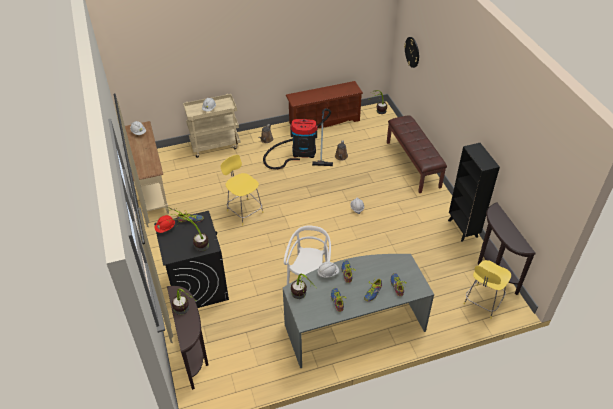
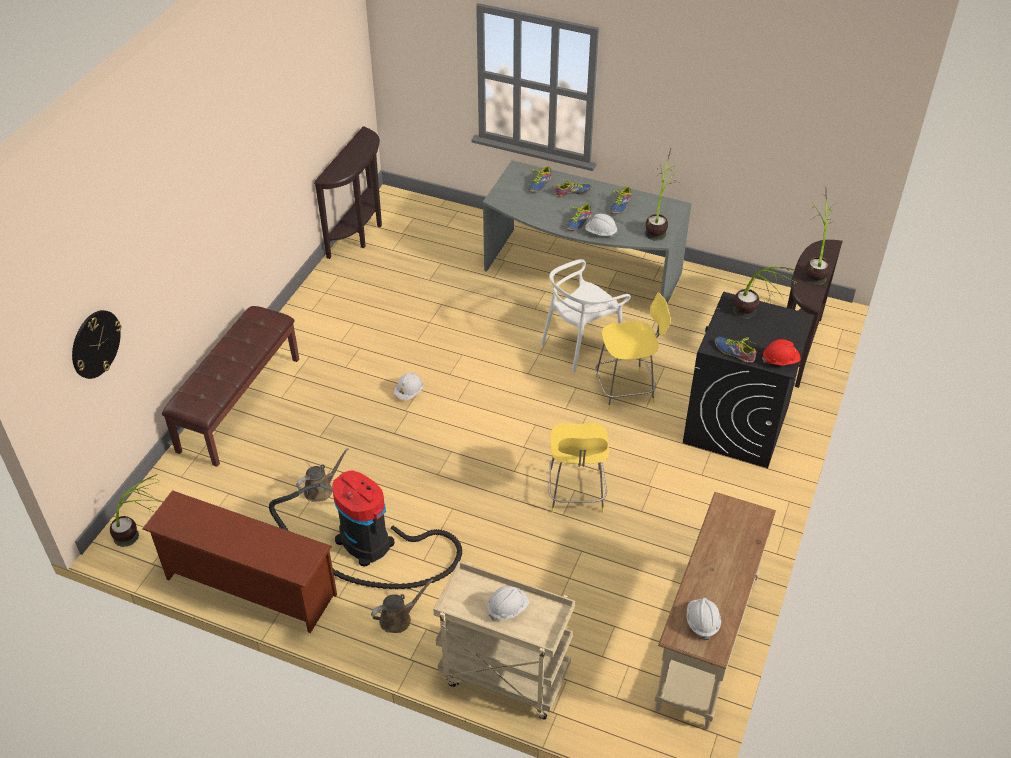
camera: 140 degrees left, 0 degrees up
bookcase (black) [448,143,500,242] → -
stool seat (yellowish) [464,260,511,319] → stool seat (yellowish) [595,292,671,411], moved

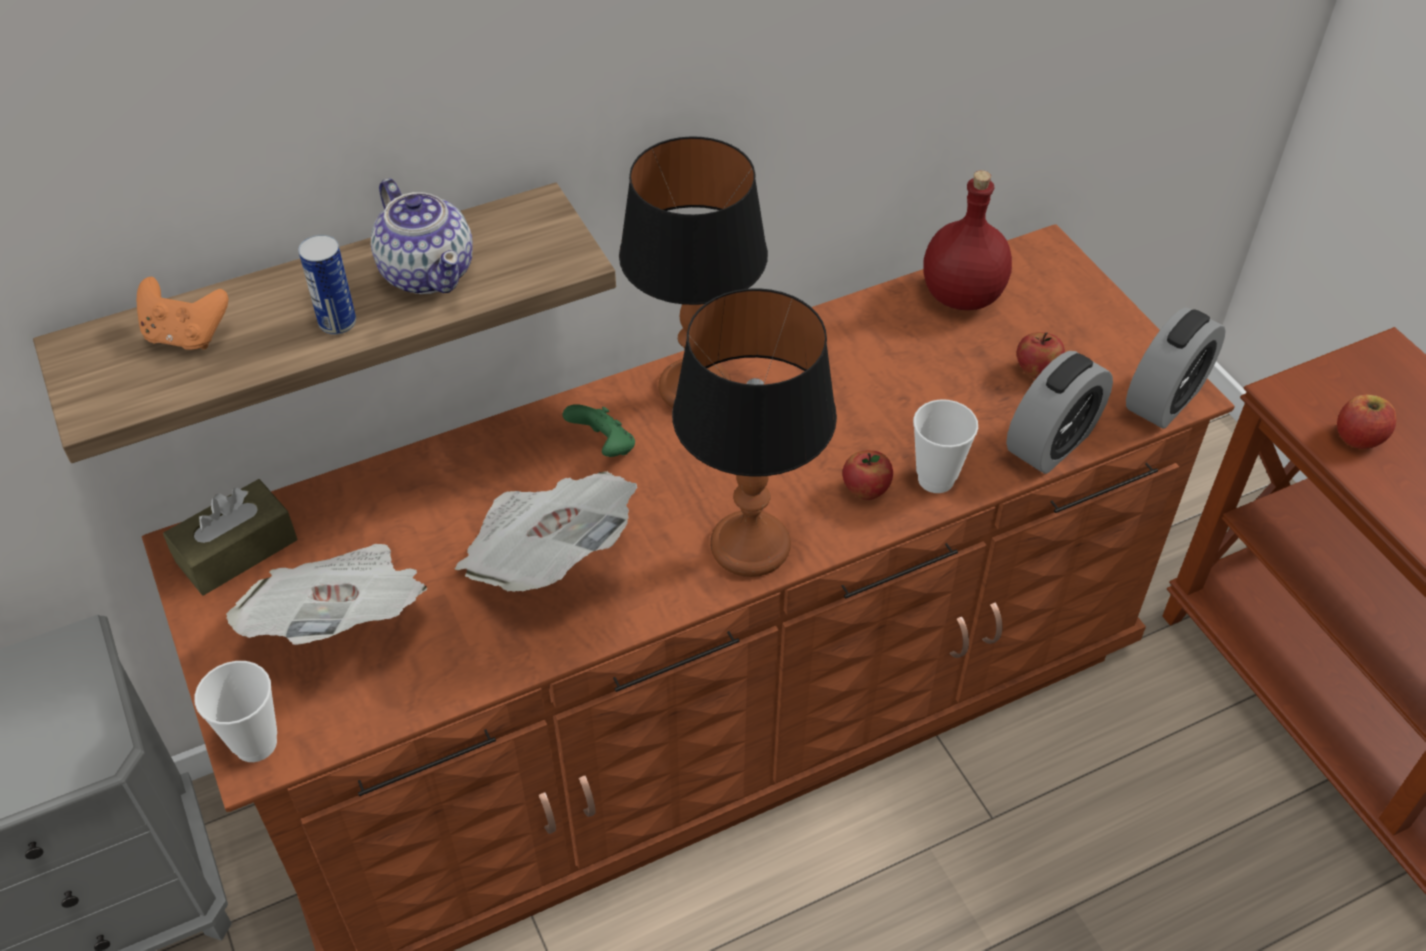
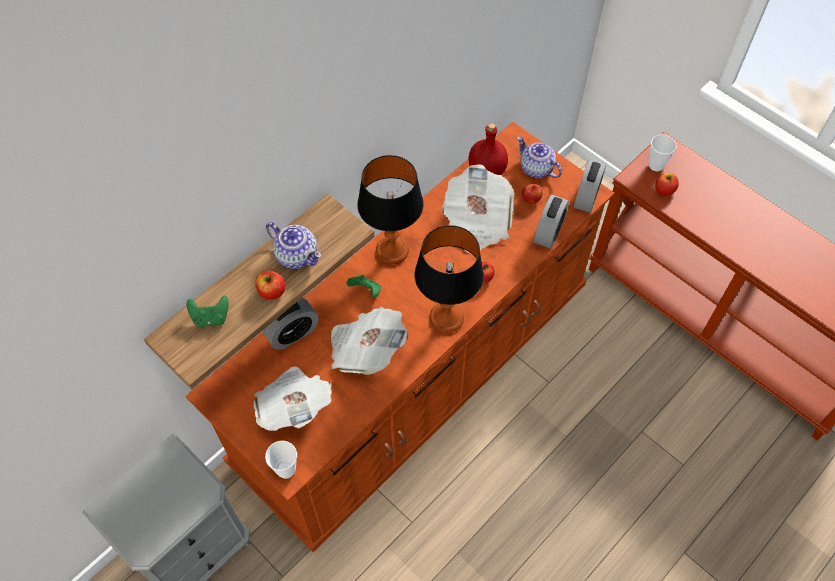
camera: 20 degrees left, 10 degrees up
tissue box (brown-coloured) [163,479,297,595] → -
- → bedside clock [262,298,319,350]
- → printed paper [442,164,515,253]
- → pot for tea [517,136,562,178]
cup [913,399,978,493] → cup [649,135,677,171], moved
sealed can [298,235,356,335] → whole apple [255,271,285,300]
game controller (orange) [137,277,228,350] → game controller (greenish) [186,296,229,327]

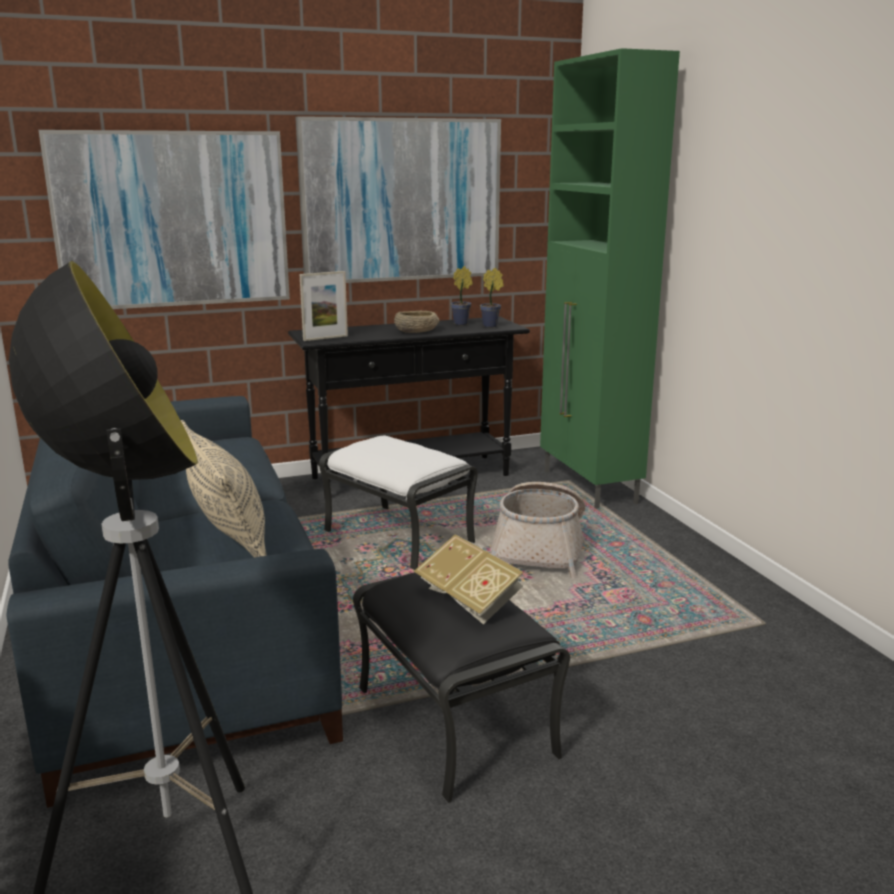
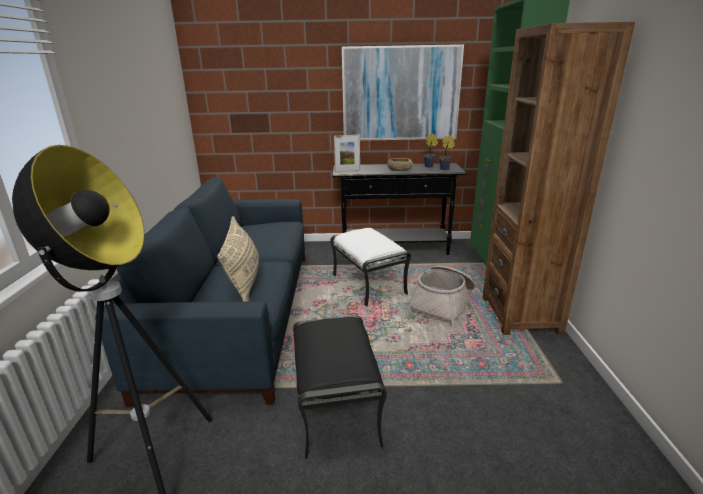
camera: 20 degrees right, 5 degrees up
wall picture [38,130,290,309] → -
volume [414,534,524,625] → -
- → bookcase (brown-coloured) [482,22,635,335]

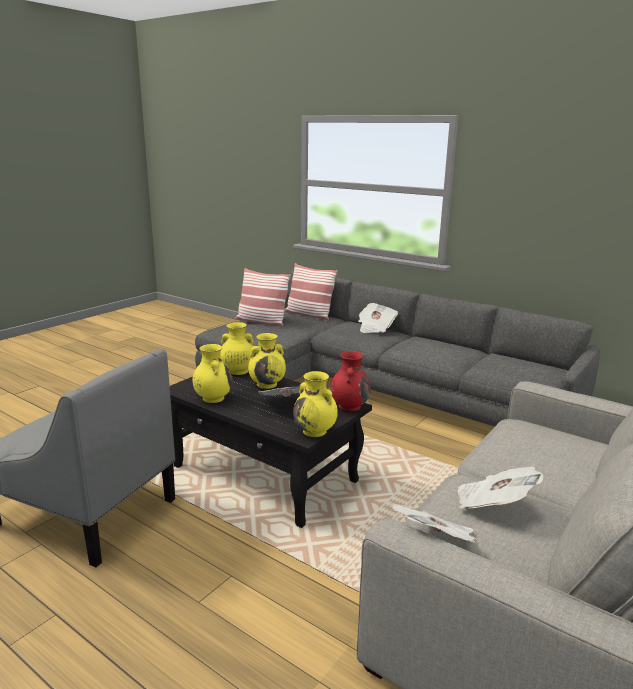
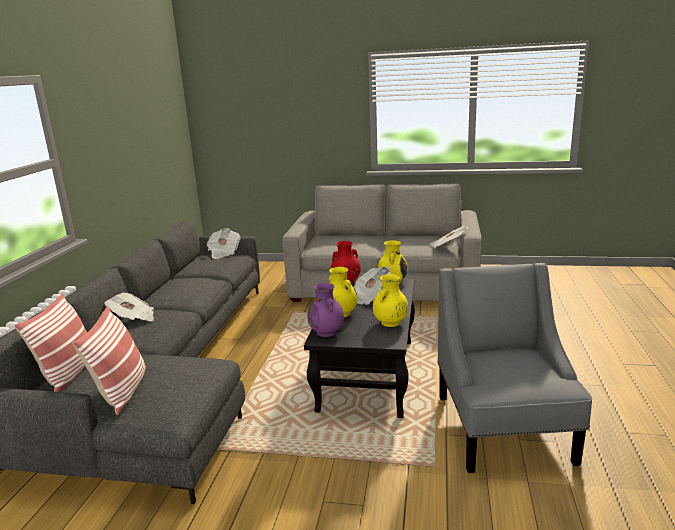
camera: 115 degrees left, 0 degrees up
printed paper [458,467,543,509] → printed paper [207,228,241,259], moved
vase (yellowish) [220,322,254,375] → vase (purple) [307,283,344,337]

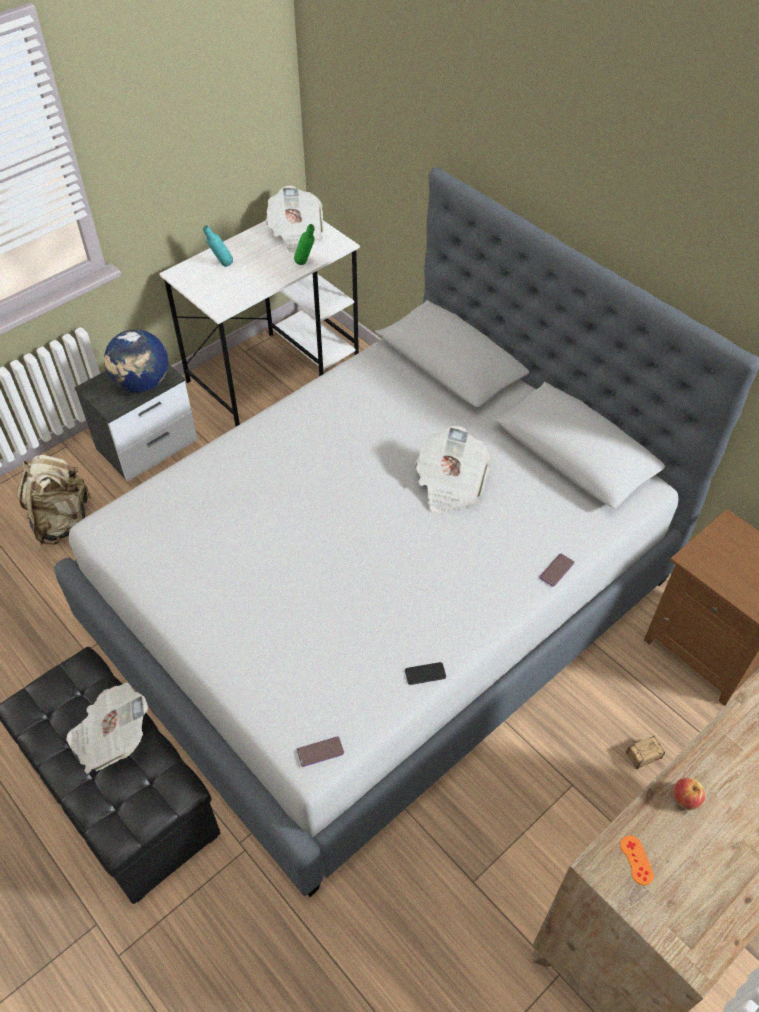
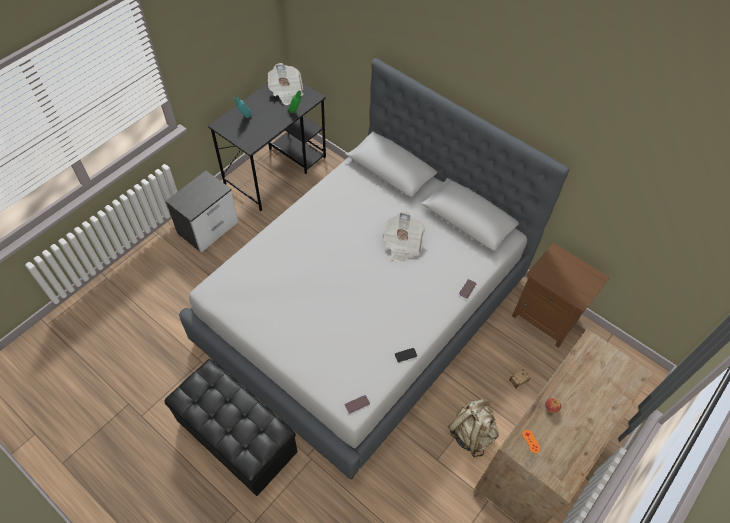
camera: 10 degrees left, 5 degrees up
printed paper [66,683,148,774] → -
world globe [104,329,168,392] → -
backpack (beige-coloured) [17,455,92,545] → backpack (beige-coloured) [447,399,499,457], moved
desk unit (white-coloured) [159,220,360,427] → desk unit (black) [208,83,326,212]

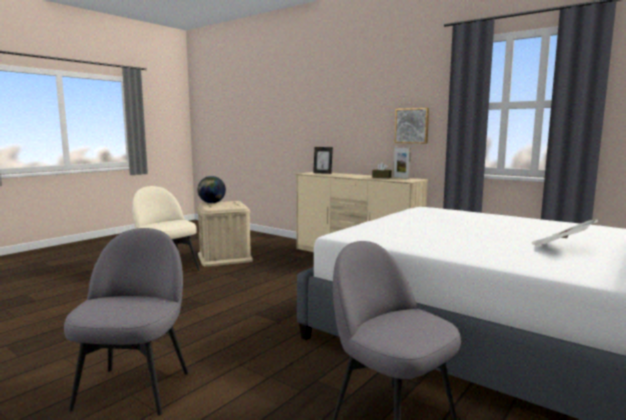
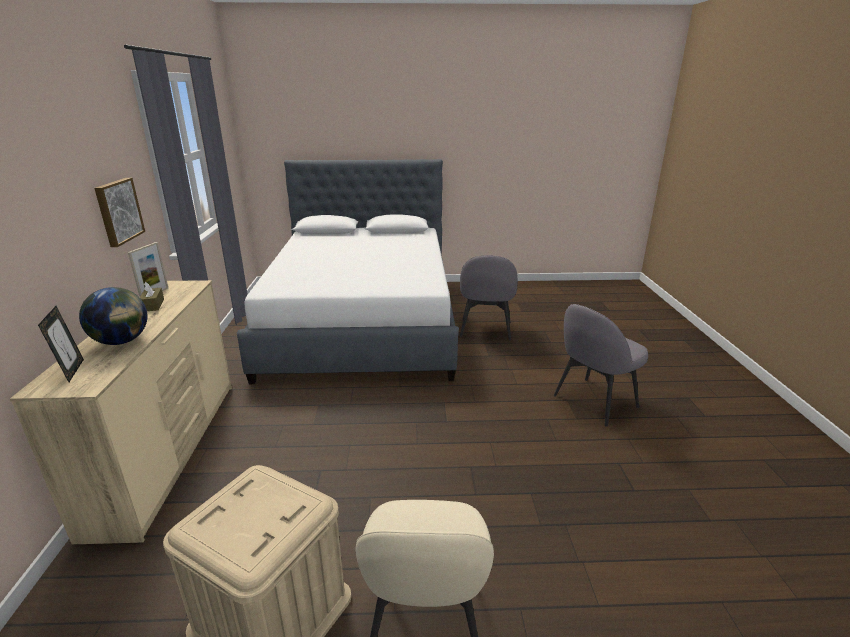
camera: 130 degrees left, 15 degrees up
printed paper [531,220,598,247] → -
world globe [198,176,226,203] → world globe [79,287,147,345], moved

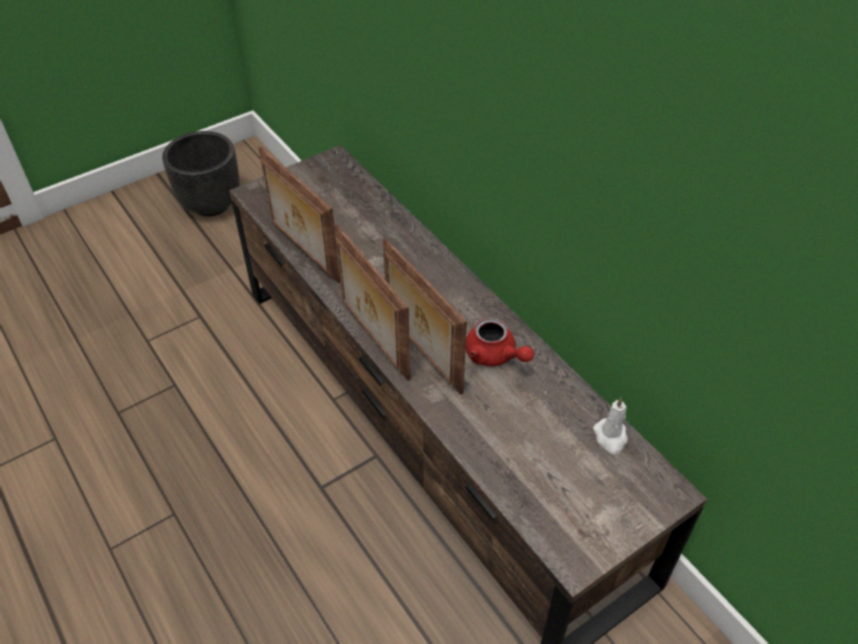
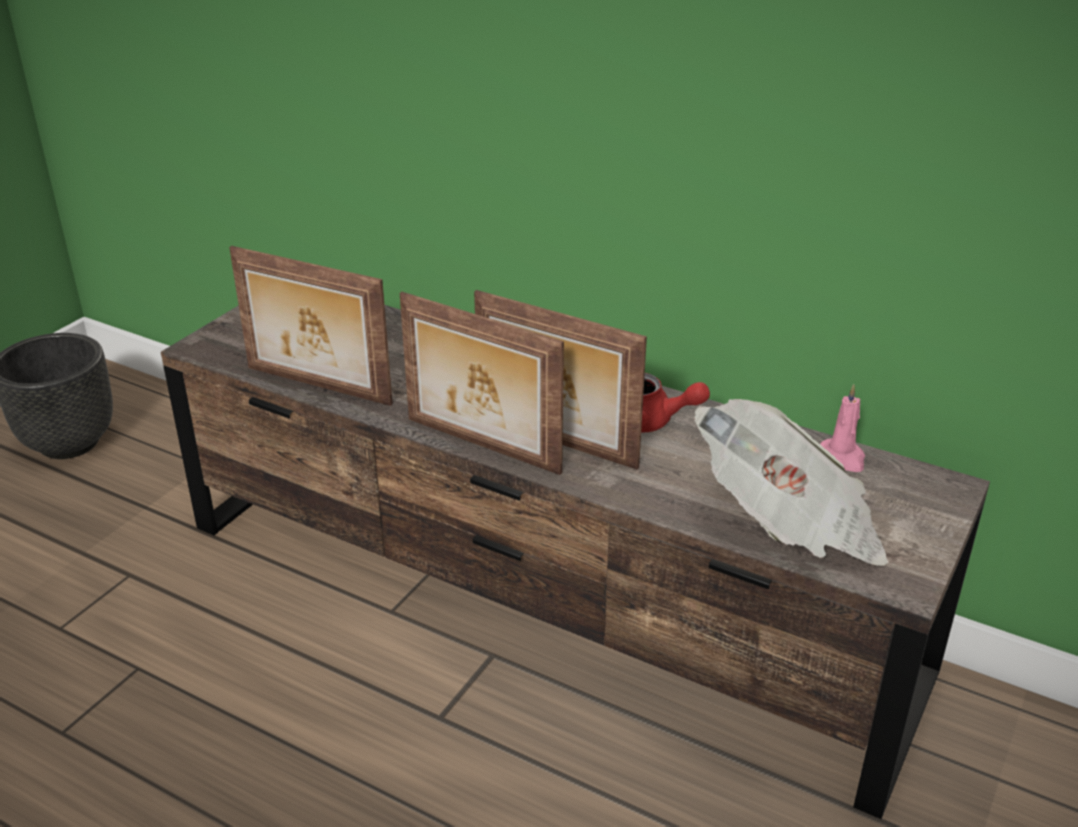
camera: 25 degrees left, 15 degrees down
- → printed paper [694,399,889,566]
wax candle (white-coloured) [593,397,627,454] → wax candle (pinkish) [820,384,865,472]

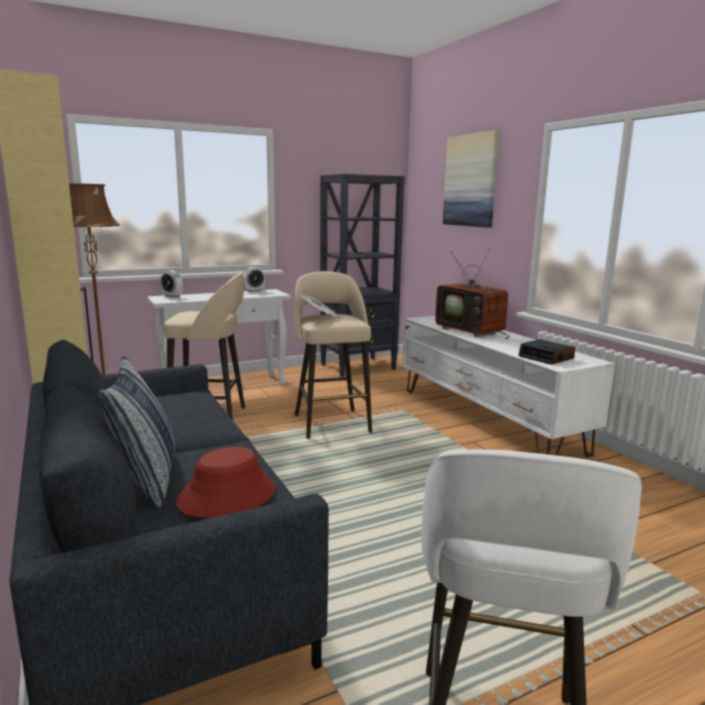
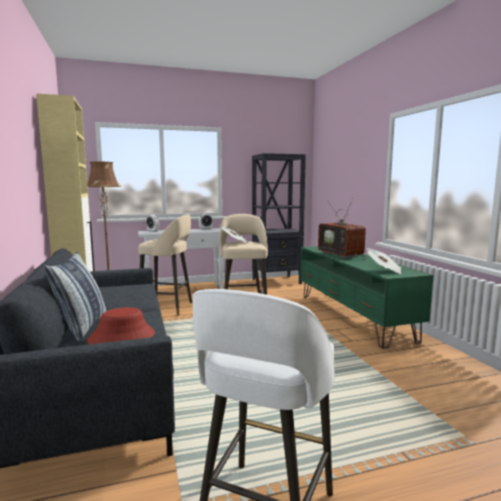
camera: 10 degrees right, 5 degrees down
wall picture [443,130,499,228] → -
bedside clock [519,339,575,365] → printed paper [367,248,402,274]
media console (white-coloured) [402,316,615,458] → media console (greenish) [300,246,433,349]

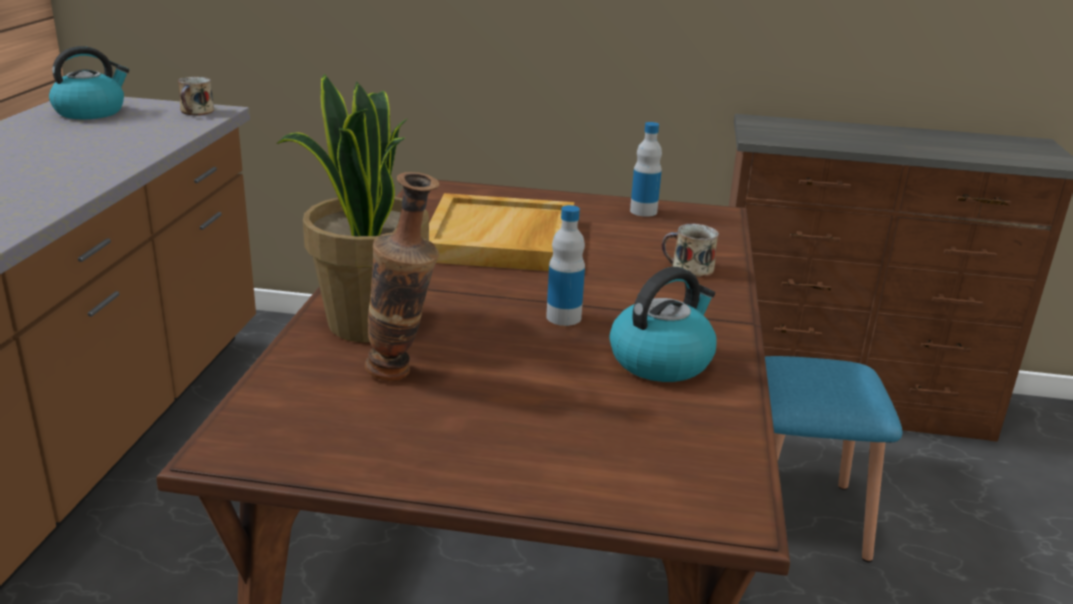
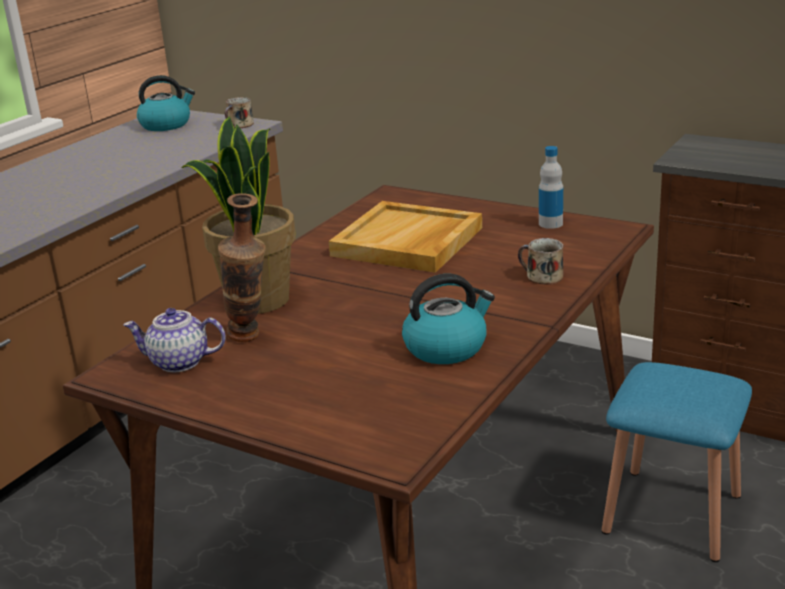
camera: 25 degrees right, 0 degrees up
bottle [546,205,585,326] → -
- → pot for tea [123,308,226,372]

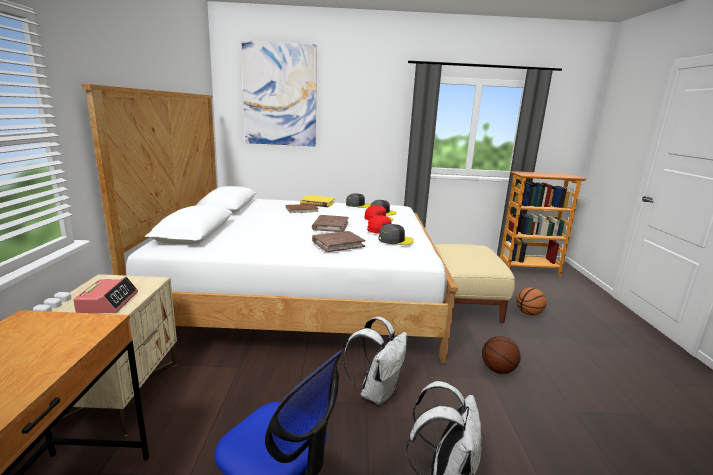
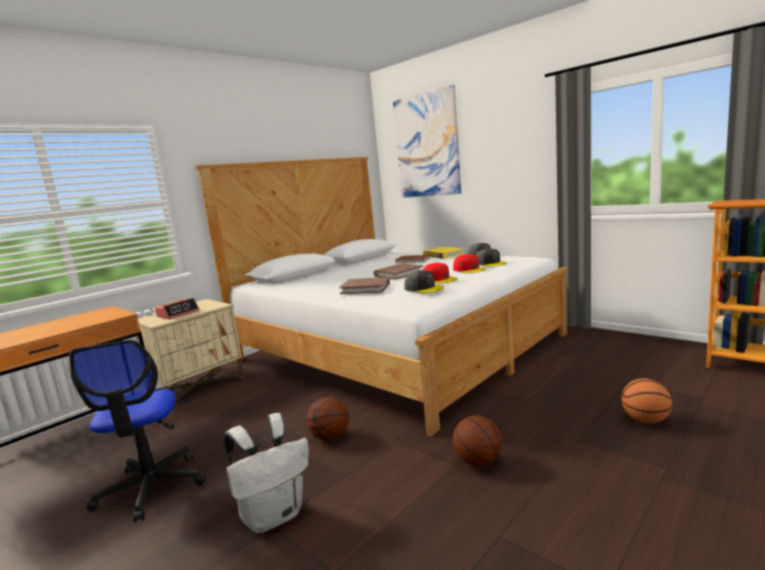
camera: 45 degrees right, 5 degrees down
pouffe (beige-coloured) [434,244,515,324] → -
backpack (white-coloured) [343,317,407,405] → ball for basketball [307,397,349,441]

